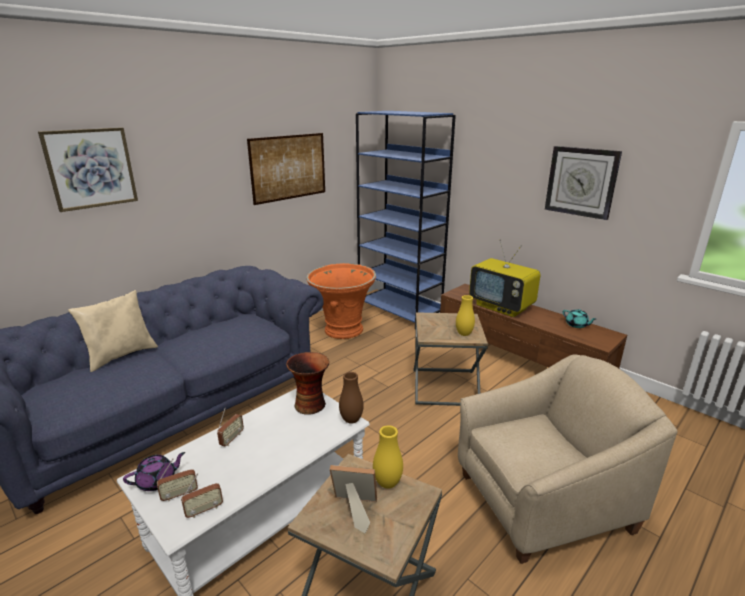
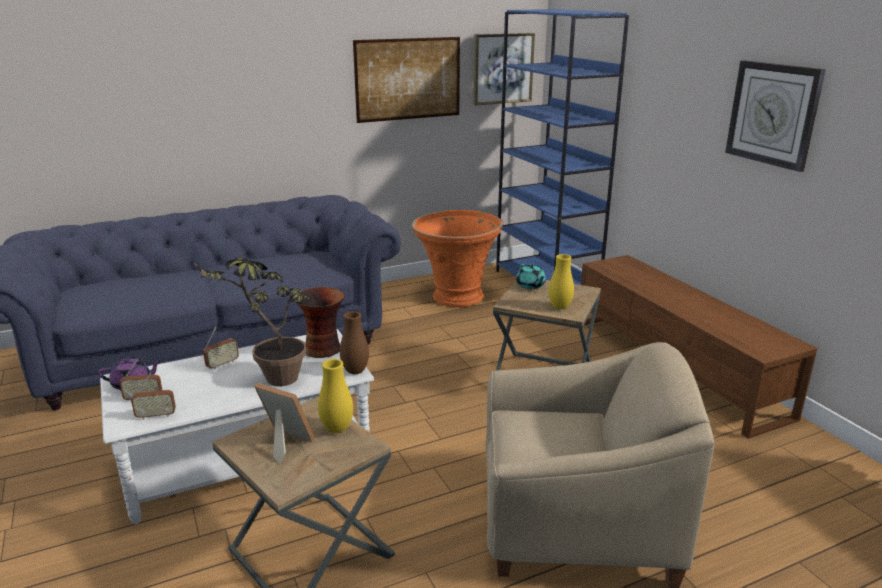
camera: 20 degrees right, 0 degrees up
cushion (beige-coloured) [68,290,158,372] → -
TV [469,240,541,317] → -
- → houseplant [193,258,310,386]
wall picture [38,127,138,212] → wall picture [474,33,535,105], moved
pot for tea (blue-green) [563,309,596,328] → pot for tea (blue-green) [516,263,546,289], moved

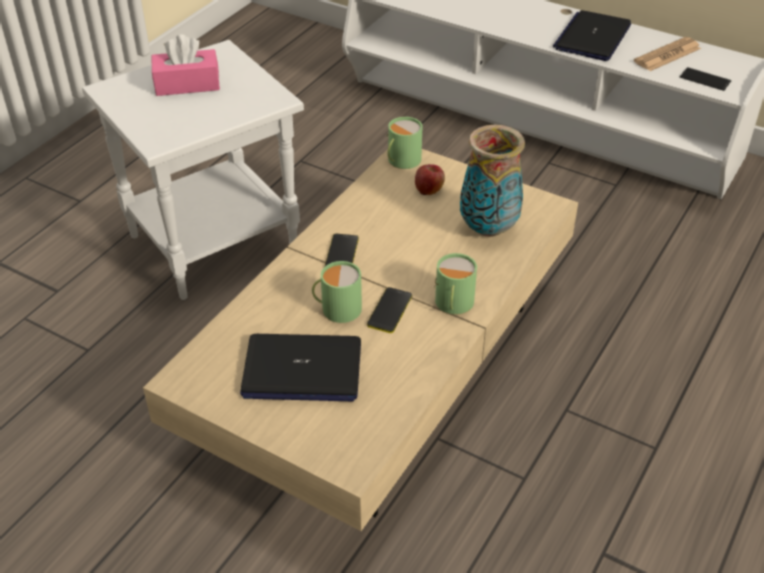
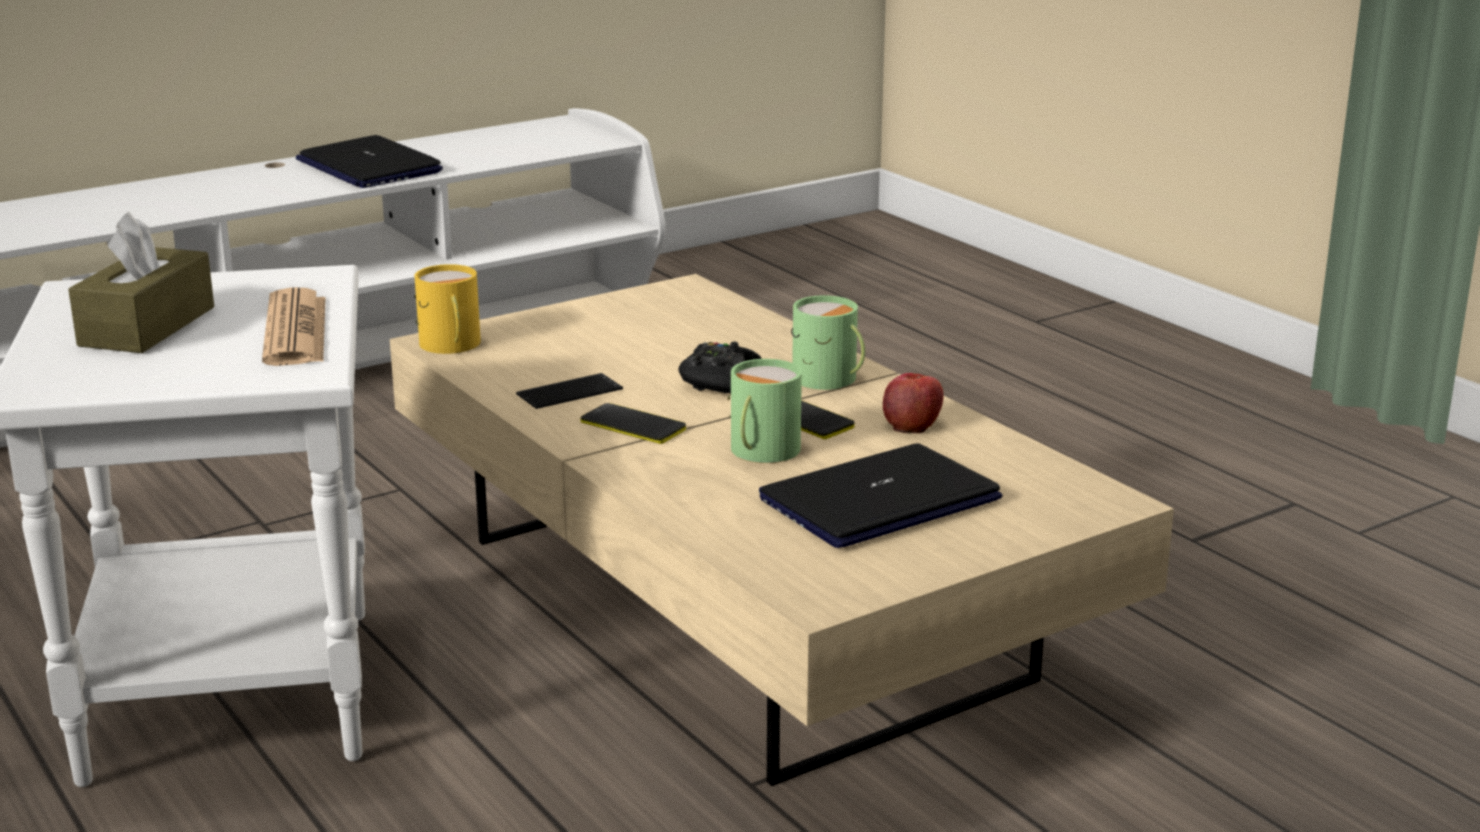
camera: 65 degrees left, 20 degrees down
vase [460,125,525,237] → -
- → game controller (black) [678,341,762,393]
whole apple [415,164,445,195] → whole apple [883,373,944,433], moved
printed paper [634,37,701,71] → printed paper [262,287,326,366], moved
handset [680,67,732,91] → handset [516,373,623,409], moved
tissue box (pinkish) [152,34,220,96] → tissue box (brown-coloured) [68,212,214,353]
tea mug (greenish) [387,117,422,169] → tea mug (yellowish) [414,264,481,354]
notebook computer [240,334,361,401] → notebook computer [759,443,1002,548], 150 degrees counterclockwise

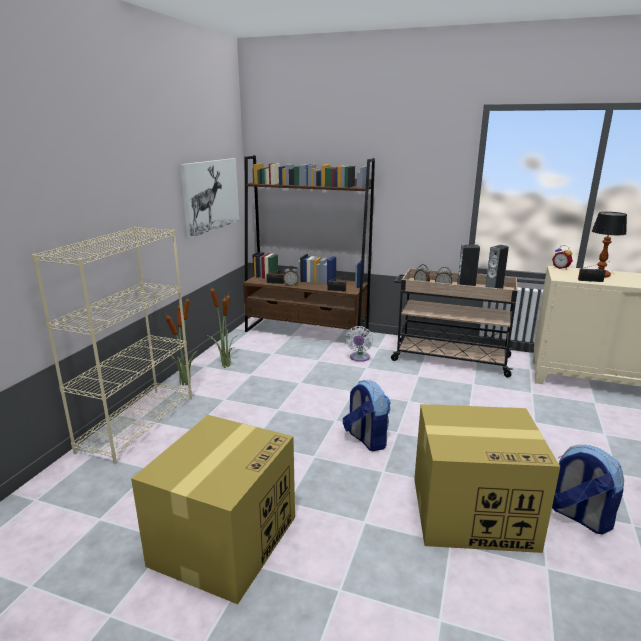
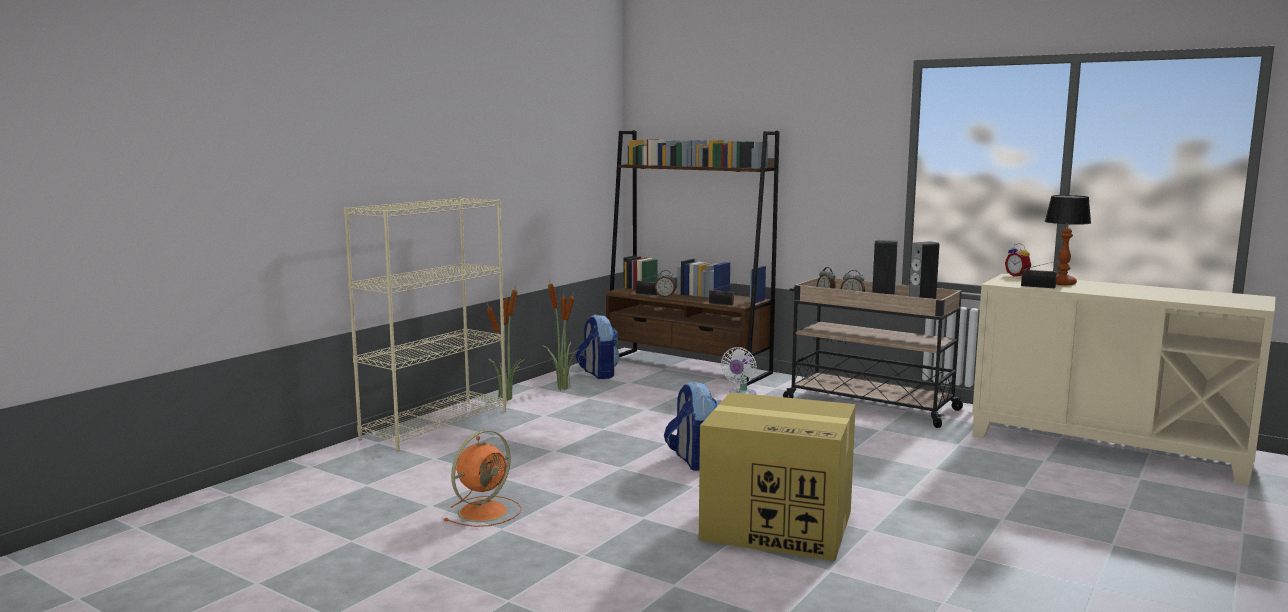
camera: 15 degrees right, 10 degrees down
wall picture [180,158,239,238] → -
backpack [552,445,624,534] → backpack [576,314,619,379], moved
packing box [131,415,295,604] → electric fan (orange) [443,430,522,527]

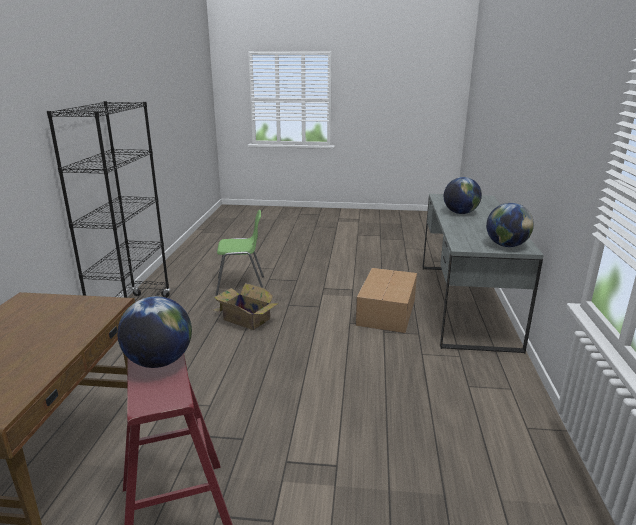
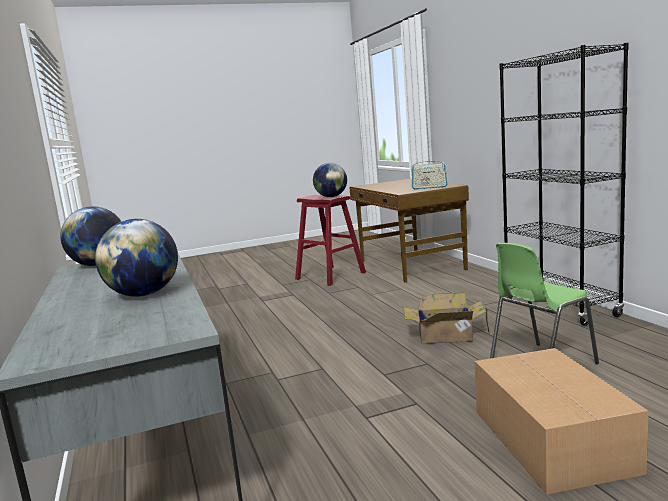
camera: 155 degrees right, 10 degrees down
- → radio [411,159,447,189]
packing box [356,268,417,333] → packing box [475,348,649,495], moved

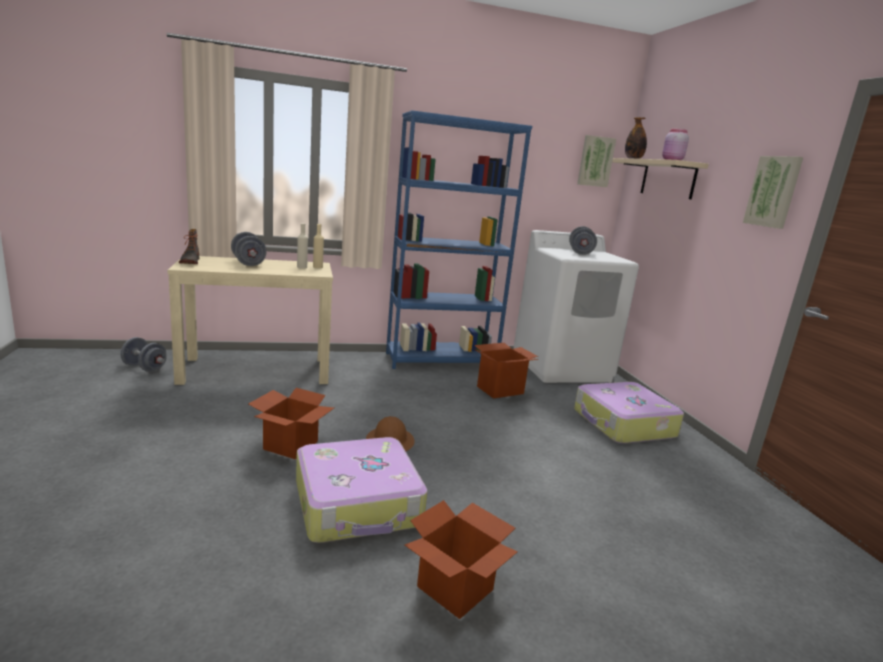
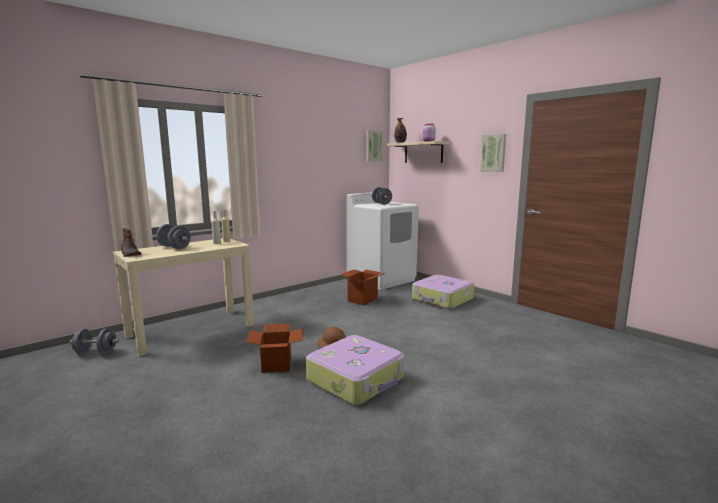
camera: 25 degrees left, 5 degrees down
bookcase (blue-coloured) [386,110,532,369] → -
packing box [405,500,518,619] → -

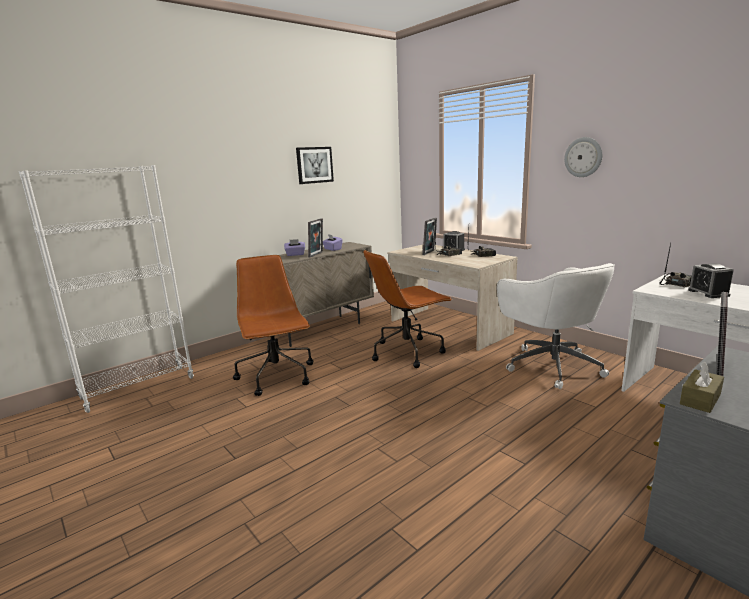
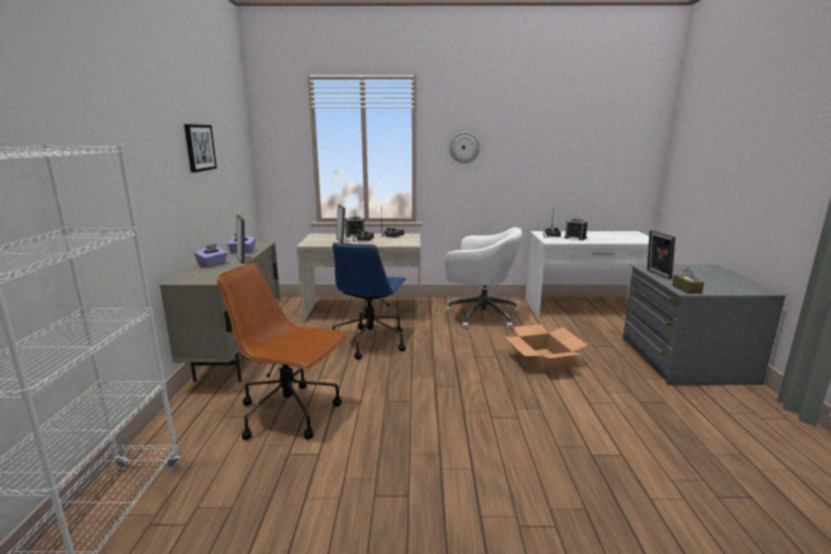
camera: 50 degrees left, 0 degrees up
- → packing box [505,324,587,373]
desk chair (brown-coloured) [363,250,453,368] → desk chair (blue-coloured) [333,243,407,360]

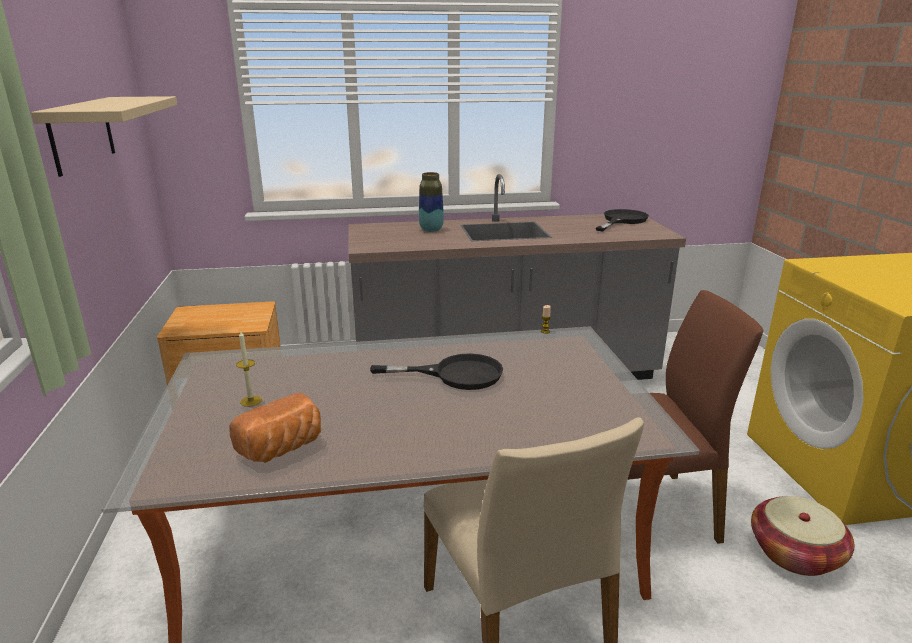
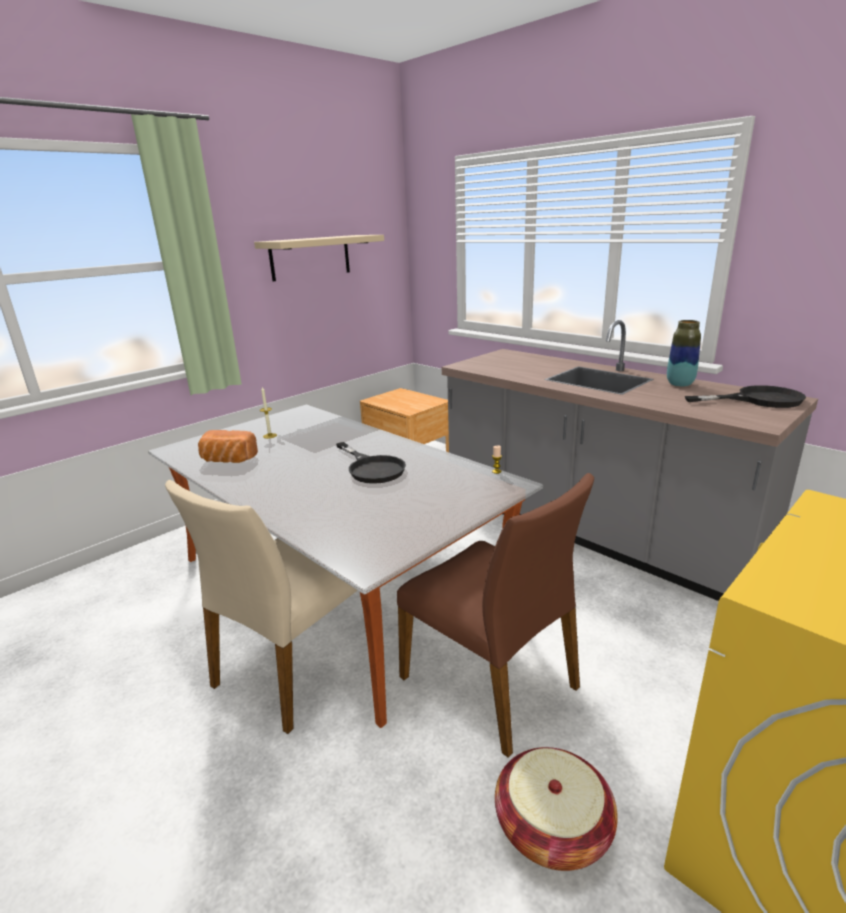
camera: 55 degrees right, 0 degrees up
vase [419,172,444,232] → vase [667,320,701,387], moved

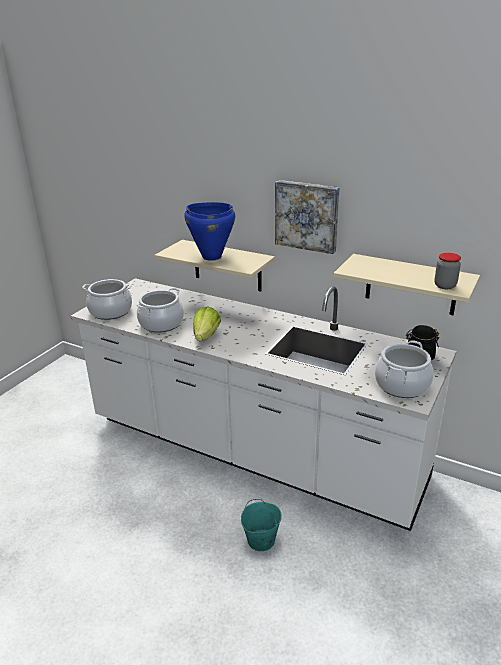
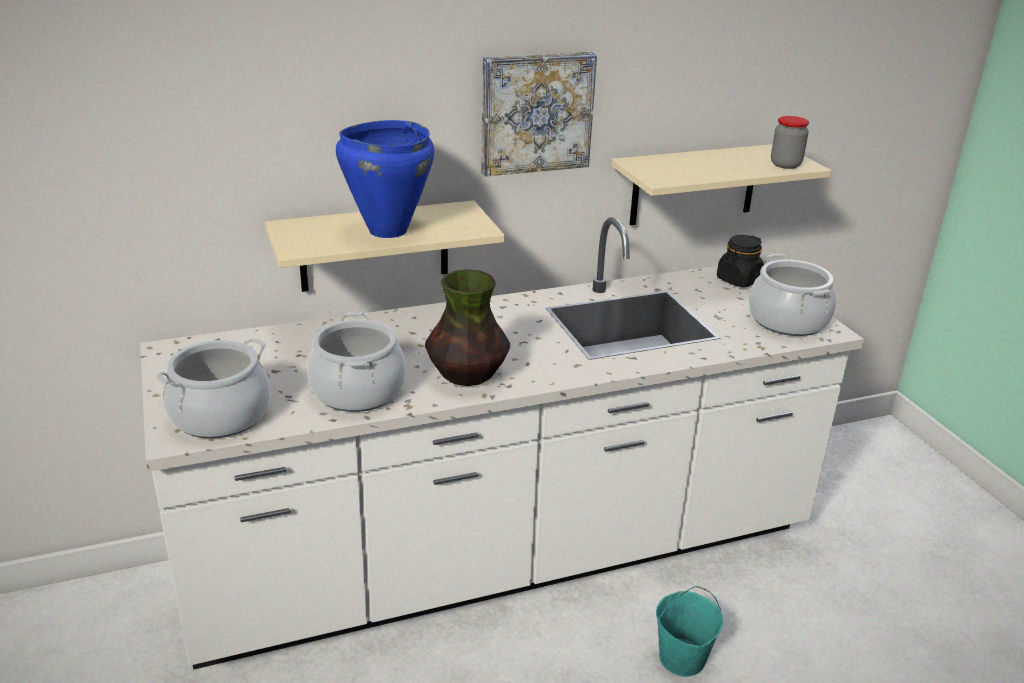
camera: 50 degrees left, 0 degrees up
lettuce head [193,306,221,341] → vase [425,269,510,386]

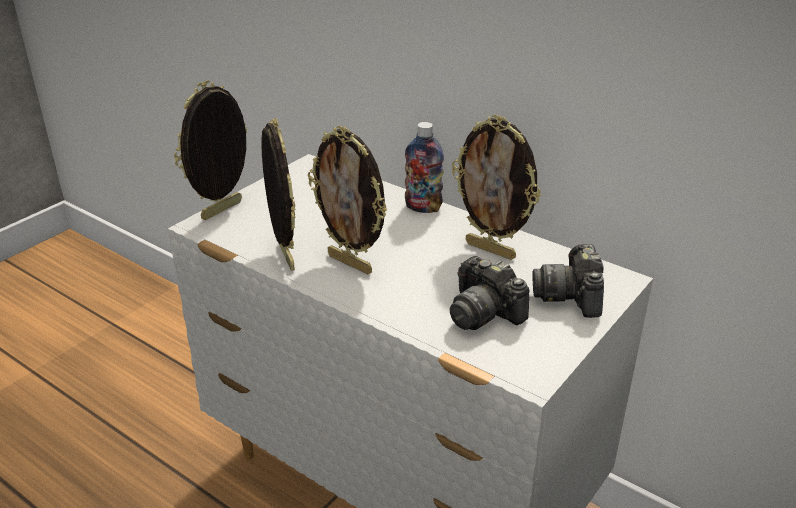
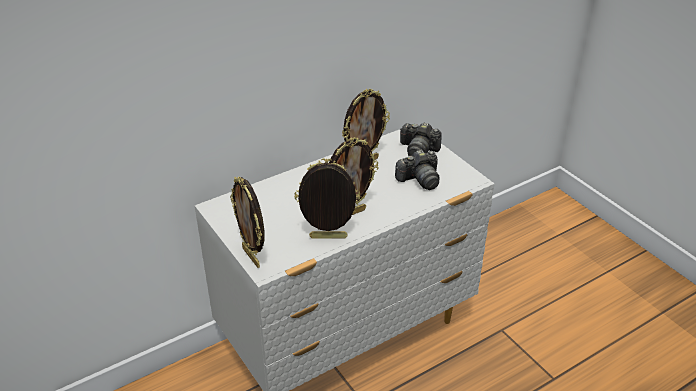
camera: 70 degrees left, 5 degrees up
bottle [405,122,444,213] → -

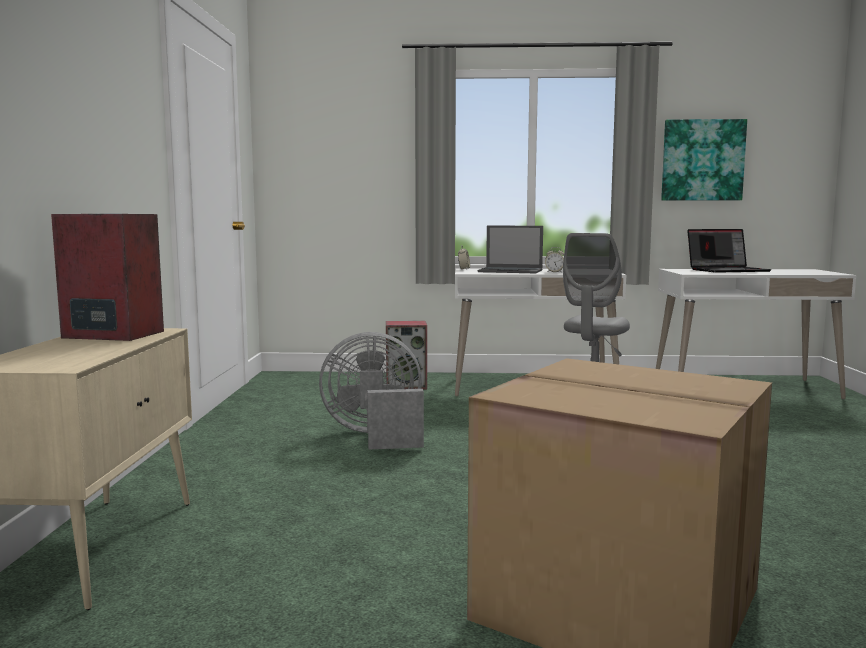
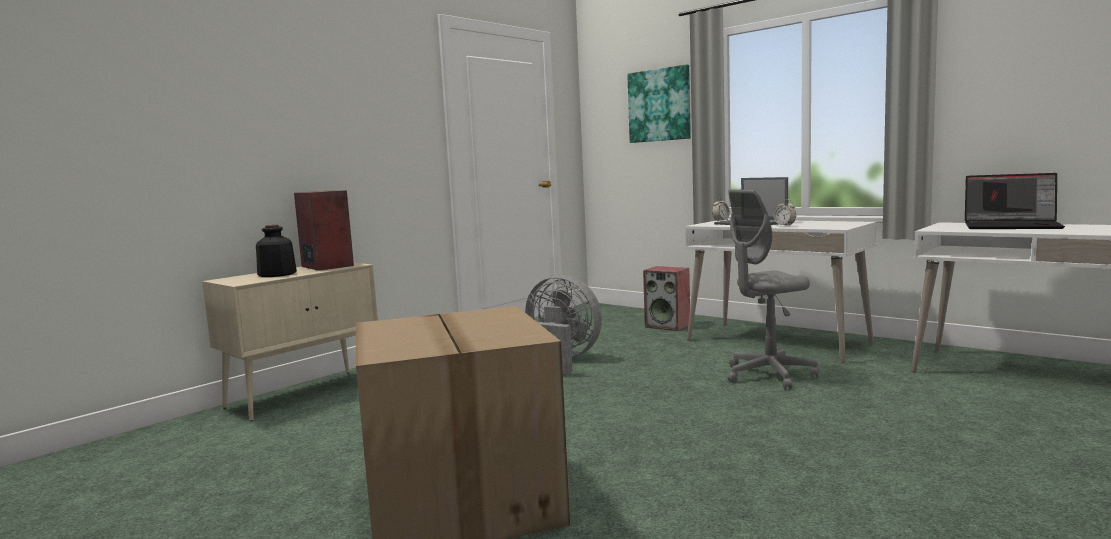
camera: 40 degrees right, 0 degrees up
- → bottle [256,225,297,277]
wall picture [661,119,747,200] → wall picture [627,64,691,143], moved

